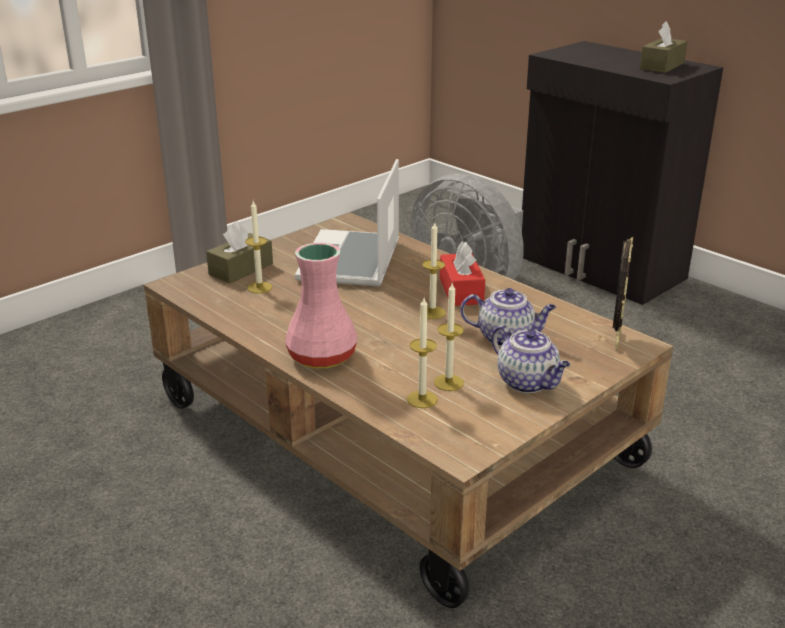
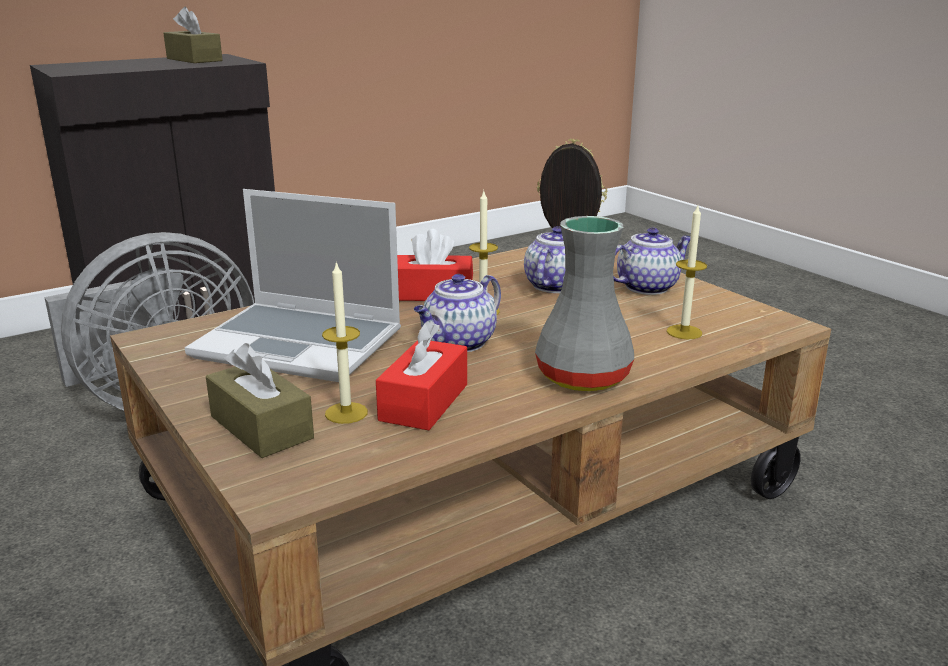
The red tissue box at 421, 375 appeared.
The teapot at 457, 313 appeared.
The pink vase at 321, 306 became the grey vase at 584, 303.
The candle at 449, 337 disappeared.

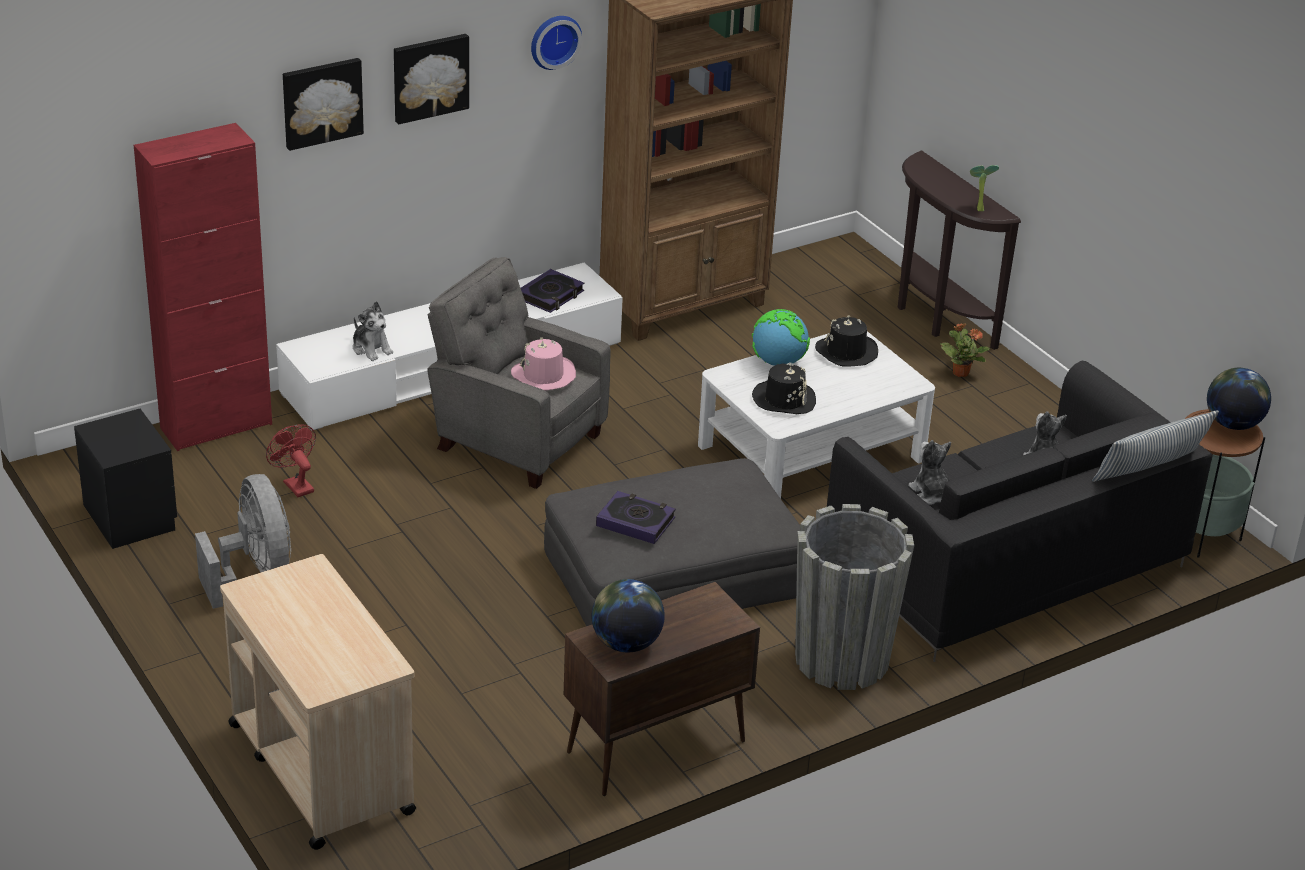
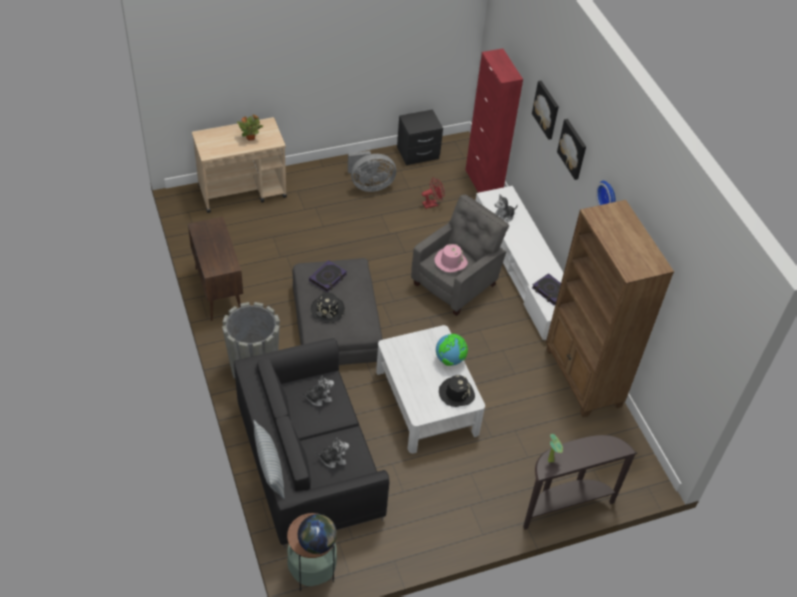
The potted plant moved from 965, 350 to 250, 127.
The black hat moved from 784, 388 to 328, 308.
The globe at 628, 615 disappeared.

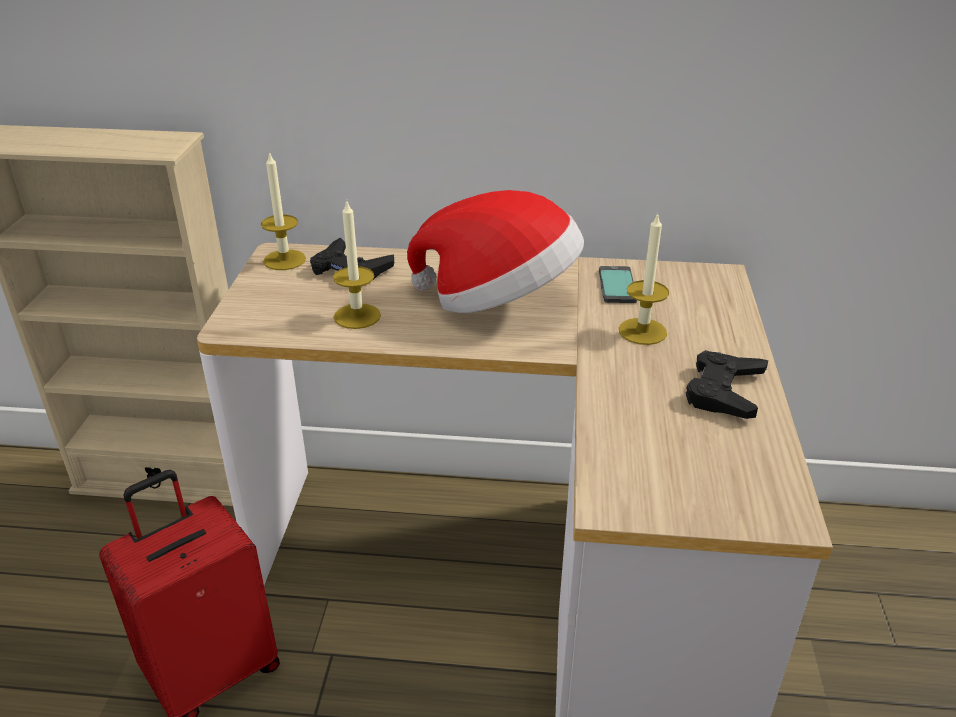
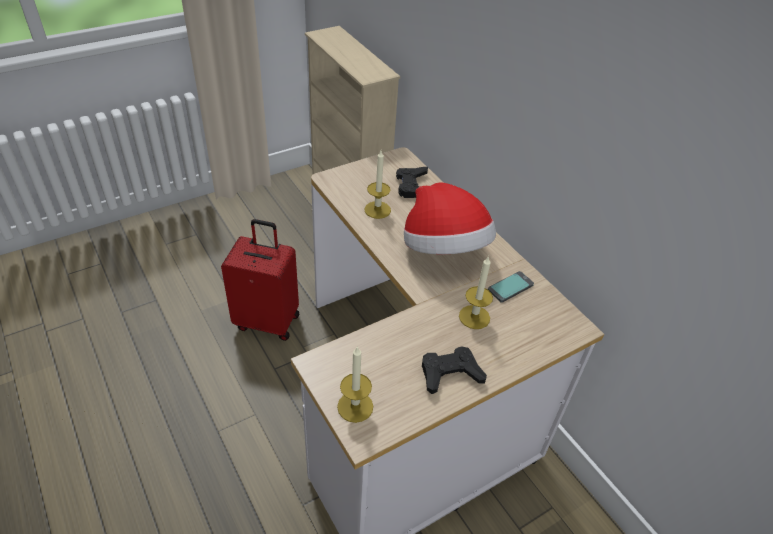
The candle moved from 283, 210 to 355, 384.

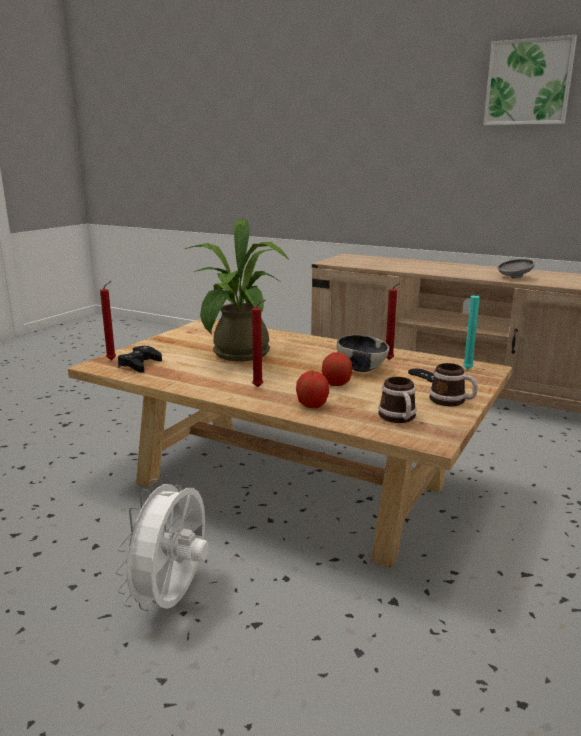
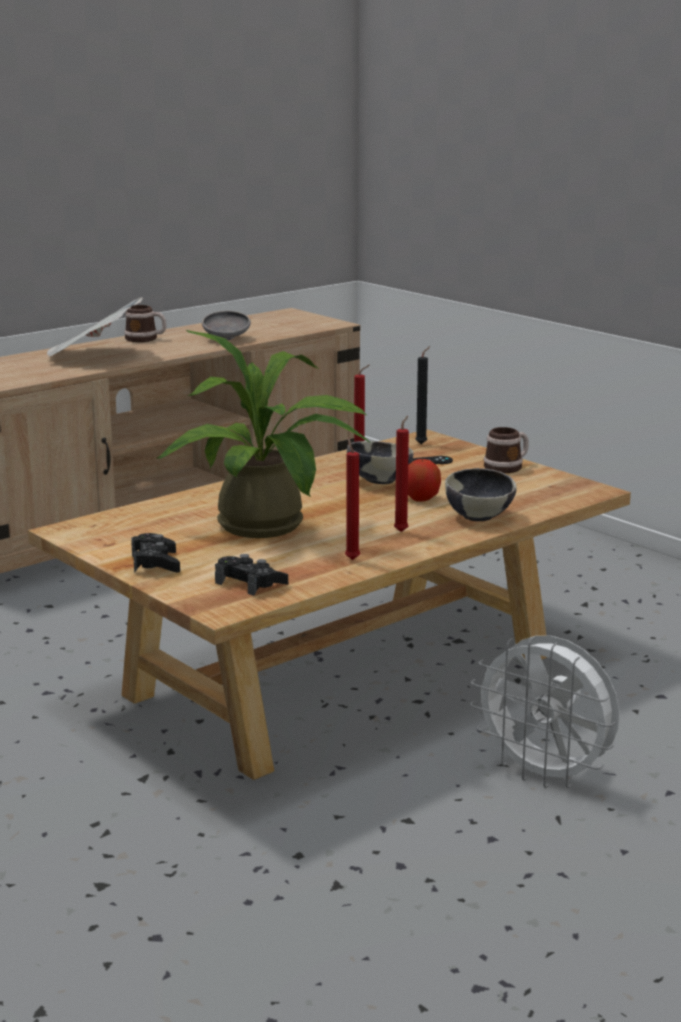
The newspaper at 94, 327 appeared.
The mug moved from 397, 400 to 145, 323.
The black game controller at 155, 553 appeared.
The red candle moved from 108, 320 to 352, 499.
The turquoise candle at 474, 329 became the black candle at 422, 395.
The apple at 312, 389 was replaced by the bowl at 481, 494.
The picture at 530, 80 disappeared.

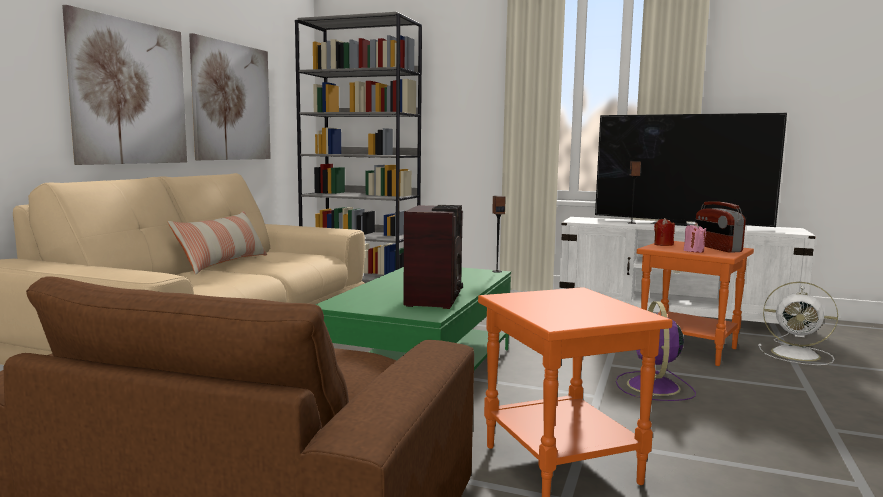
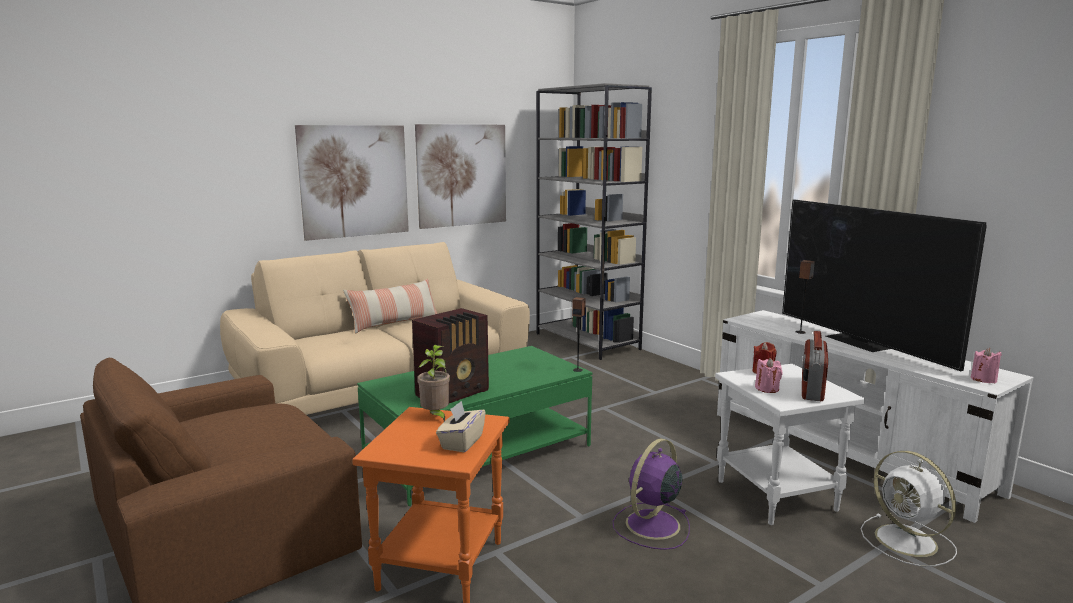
The potted plant at 433, 383 appeared.
The beige tissue box at 461, 426 appeared.
The orange side table at 695, 303 became the white side table at 790, 444.
The pink candle at 986, 365 appeared.

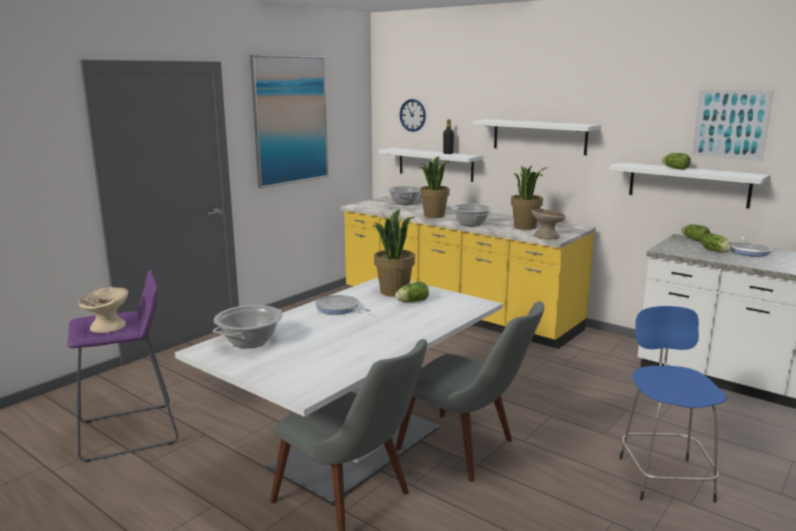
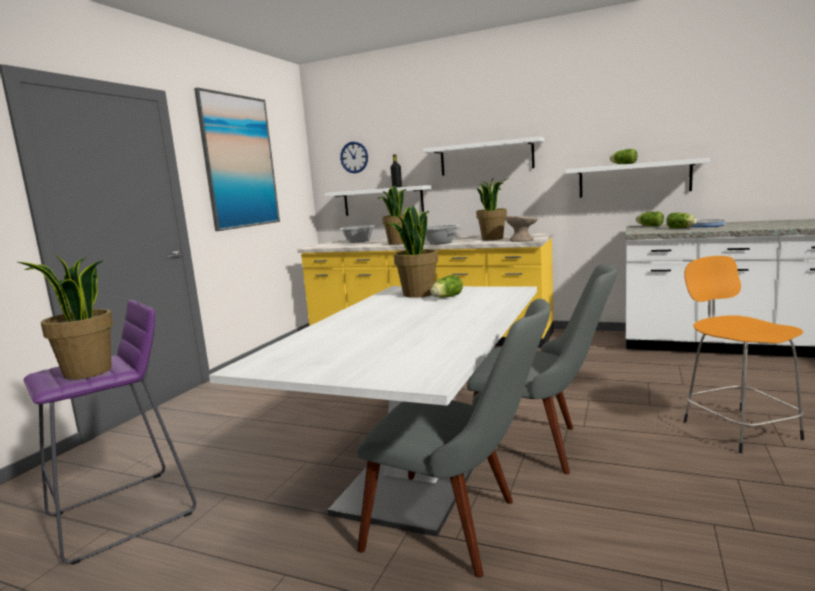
The beige bowl at 103, 309 was replaced by the potted plant at 65, 317.
The blue stool at 673, 404 became the orange stool at 744, 354.
The cooking pot at 248, 326 disappeared.
The frying pan at 342, 304 disappeared.
The picture at 732, 125 disappeared.

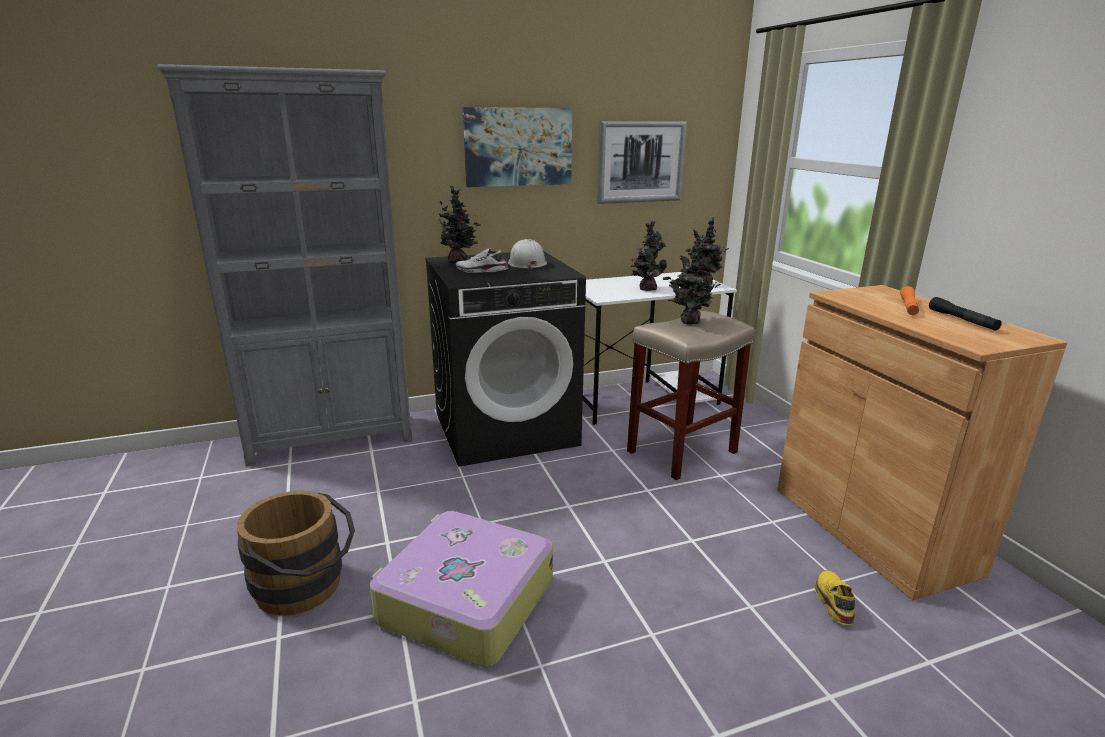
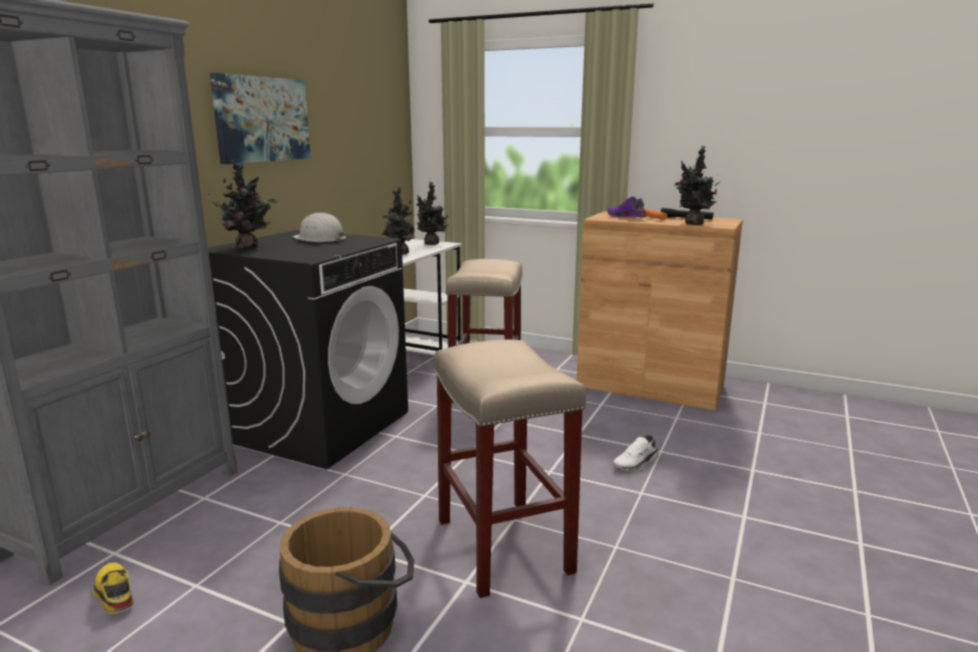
The yellow shoe moved from 835, 597 to 113, 588.
The suitcase at 461, 589 was replaced by the beige stool at 510, 468.
The purple shoe at 627, 207 appeared.
The white shoe moved from 482, 260 to 636, 453.
The potted plant moved from 693, 283 to 697, 185.
The picture at 642, 162 disappeared.

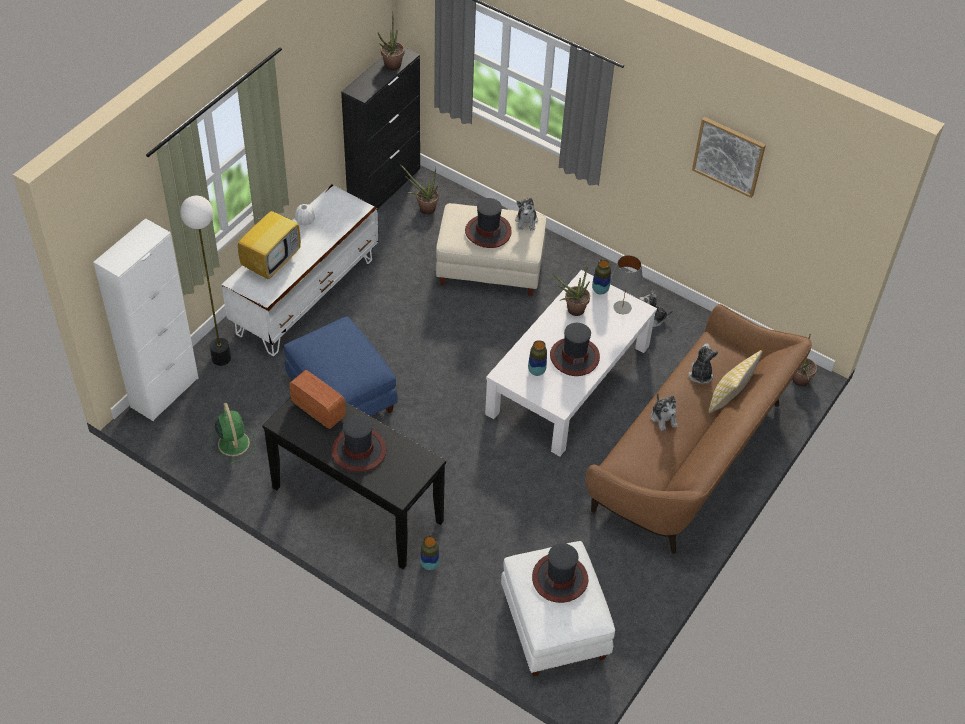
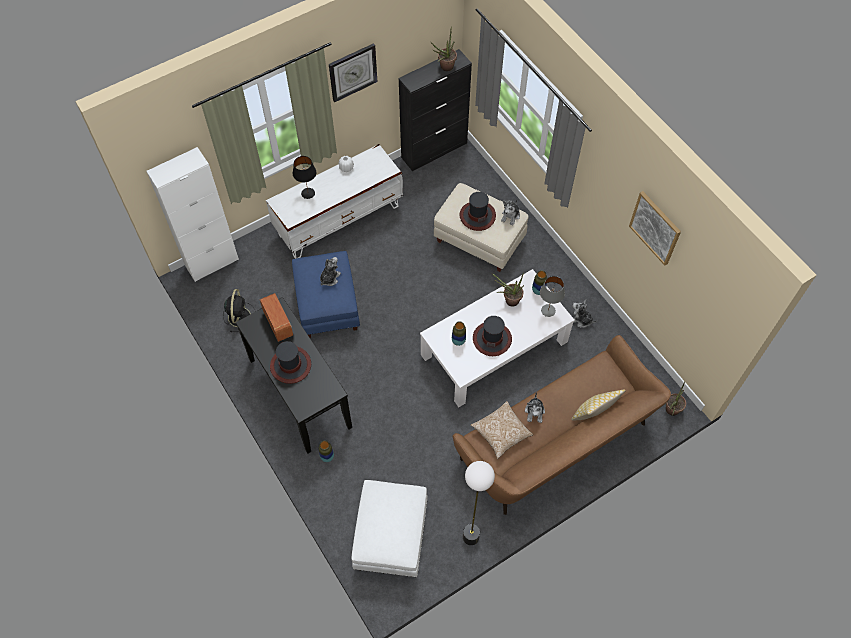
The green fan at 232, 433 became the black fan at 238, 310.
The television at 269, 239 was replaced by the black table lamp at 304, 177.
The plush toy moved from 703, 363 to 330, 271.
The wall clock at 353, 72 appeared.
The floor lamp moved from 205, 281 to 479, 503.
The pillow at 502, 430 appeared.
The potted plant at 420, 190 disappeared.
The hat at 560, 573 disappeared.

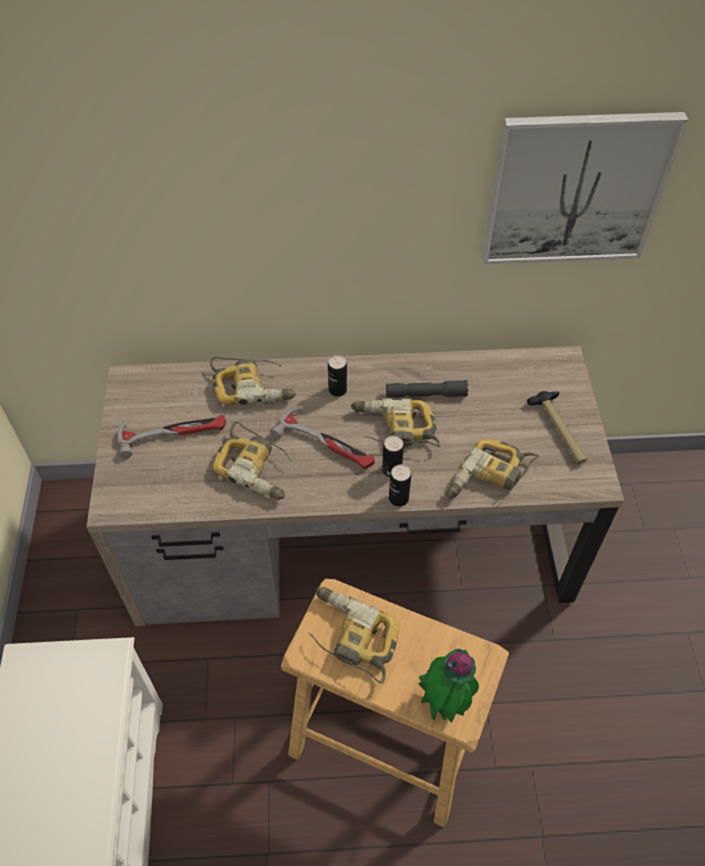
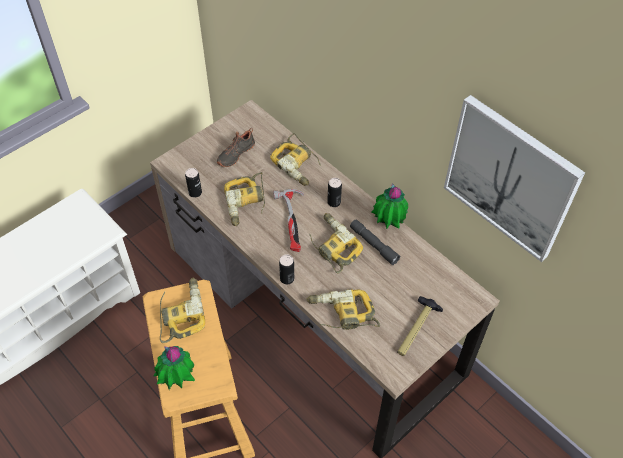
The can moved from 393, 456 to 193, 182.
The hammer at 171, 436 was replaced by the black shoe at 236, 147.
The potted plant at 389, 206 appeared.

